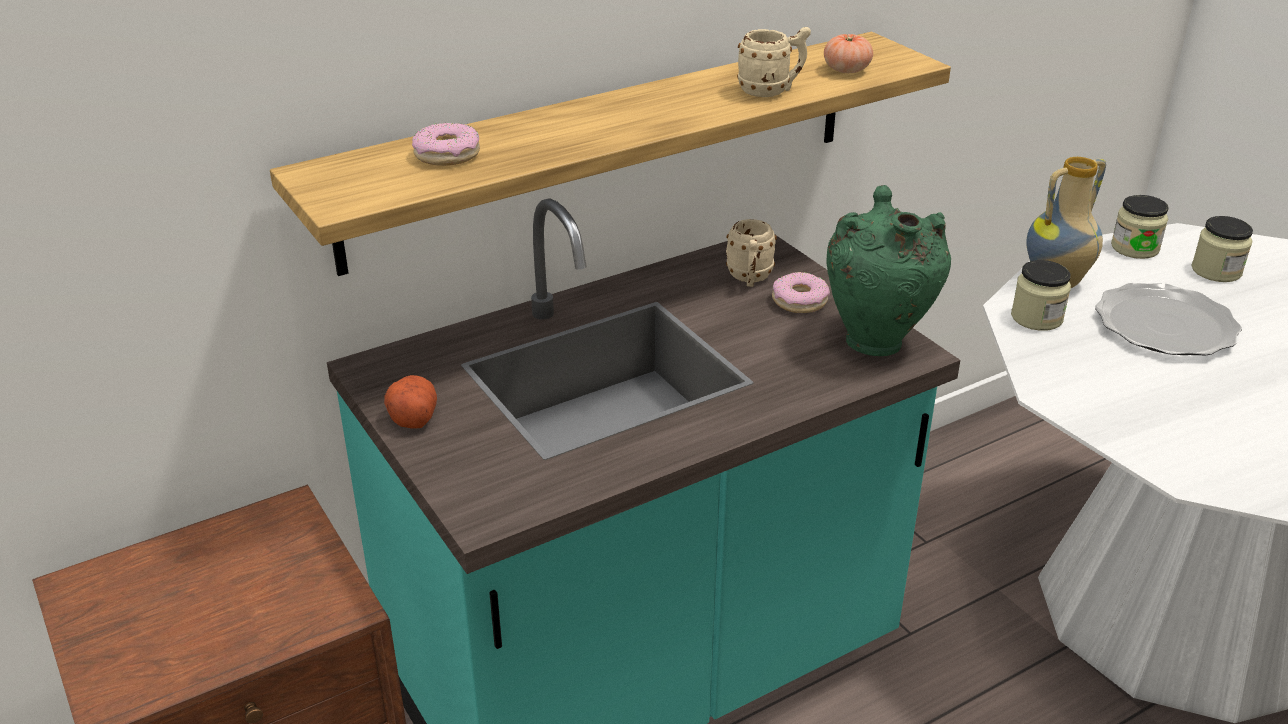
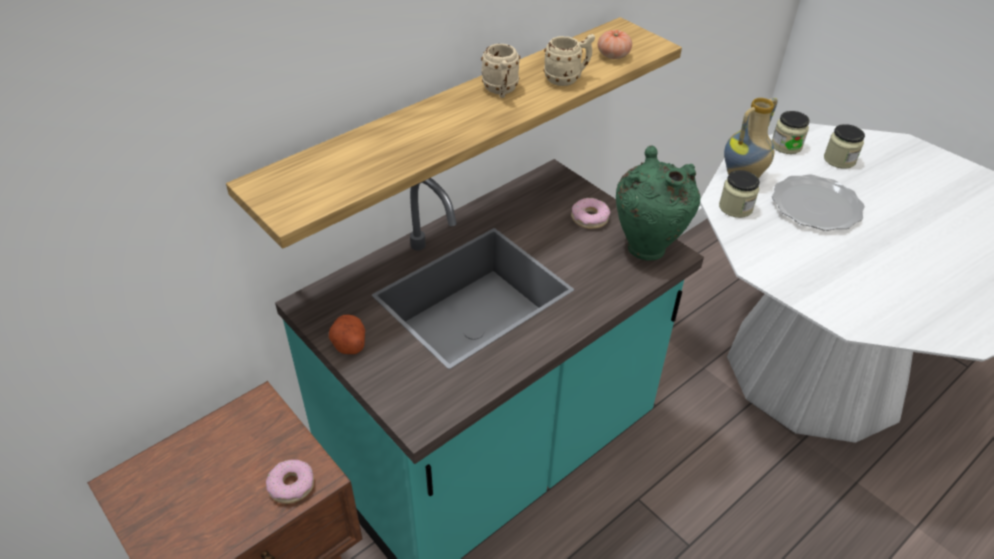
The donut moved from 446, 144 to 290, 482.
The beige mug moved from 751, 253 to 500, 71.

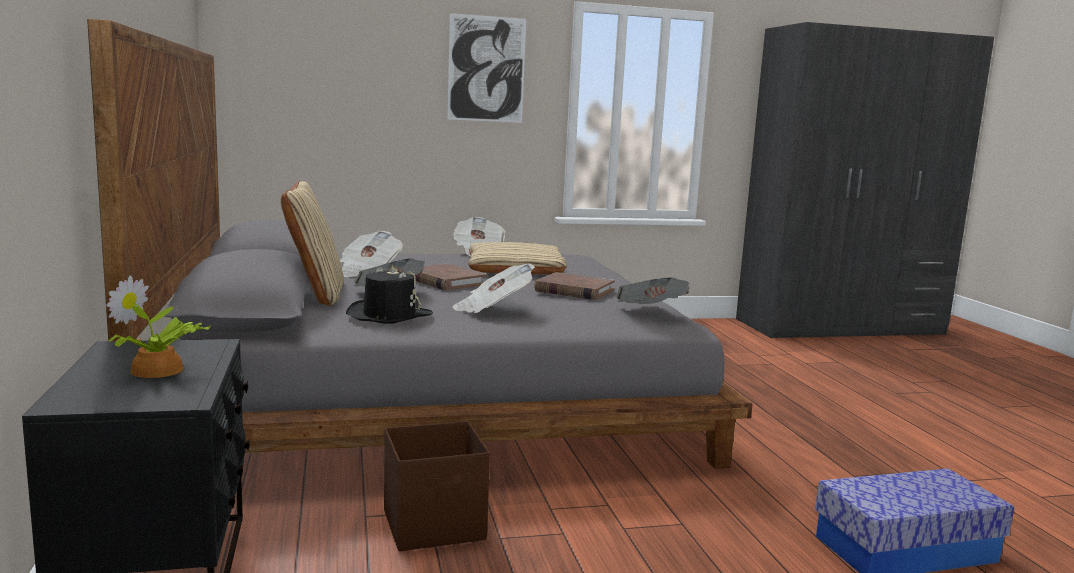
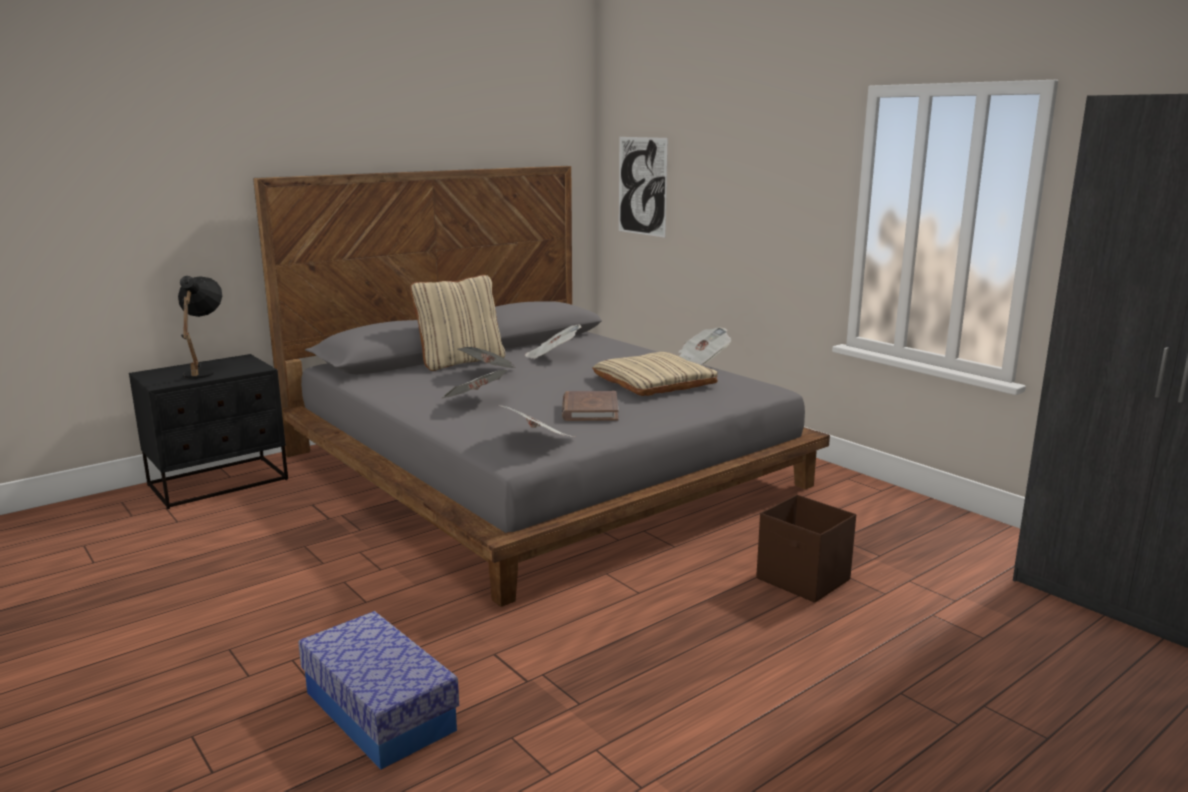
The potted plant at 158, 326 was replaced by the black table lamp at 200, 327.
The picture moved from 486, 68 to 643, 187.
The brown storage box moved from 437, 486 to 806, 549.
The black hat at 389, 294 disappeared.
The brown book at 451, 277 disappeared.

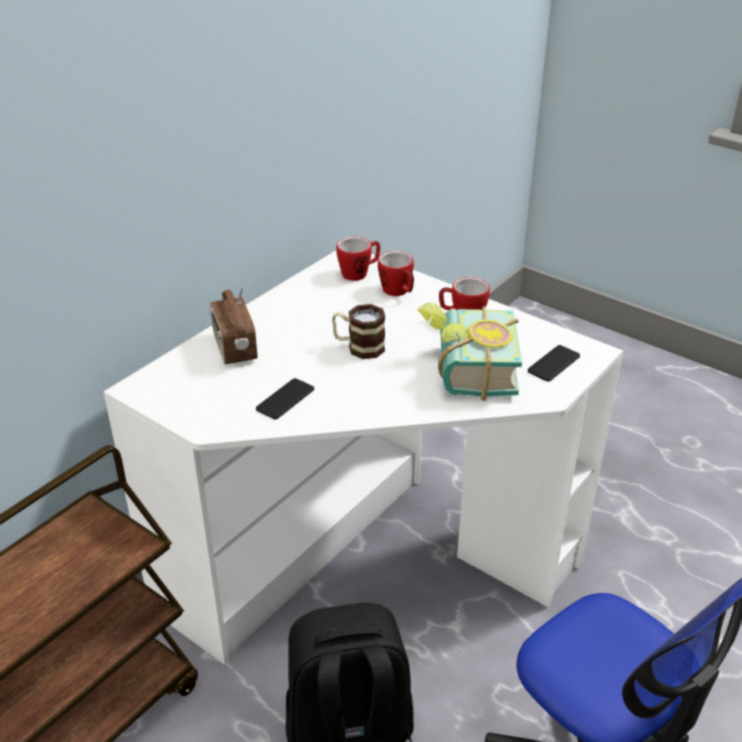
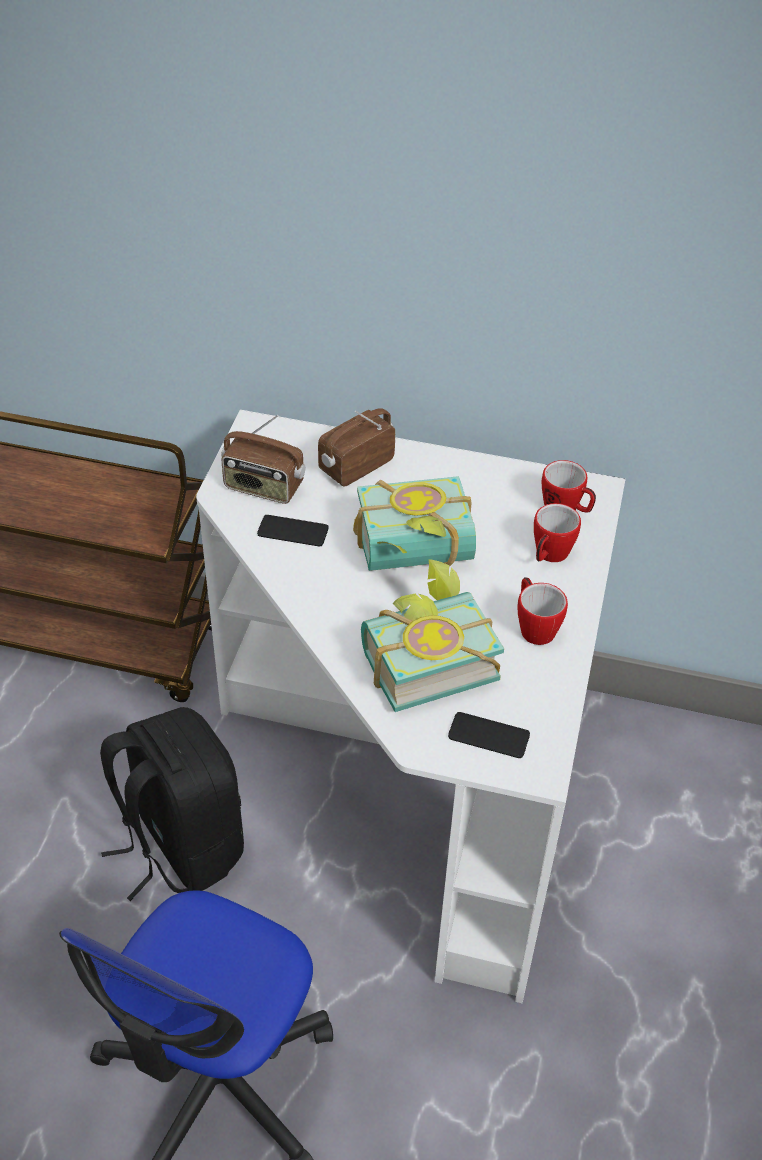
The radio at 263, 459 appeared.
The mug at 358, 331 was replaced by the book at 414, 523.

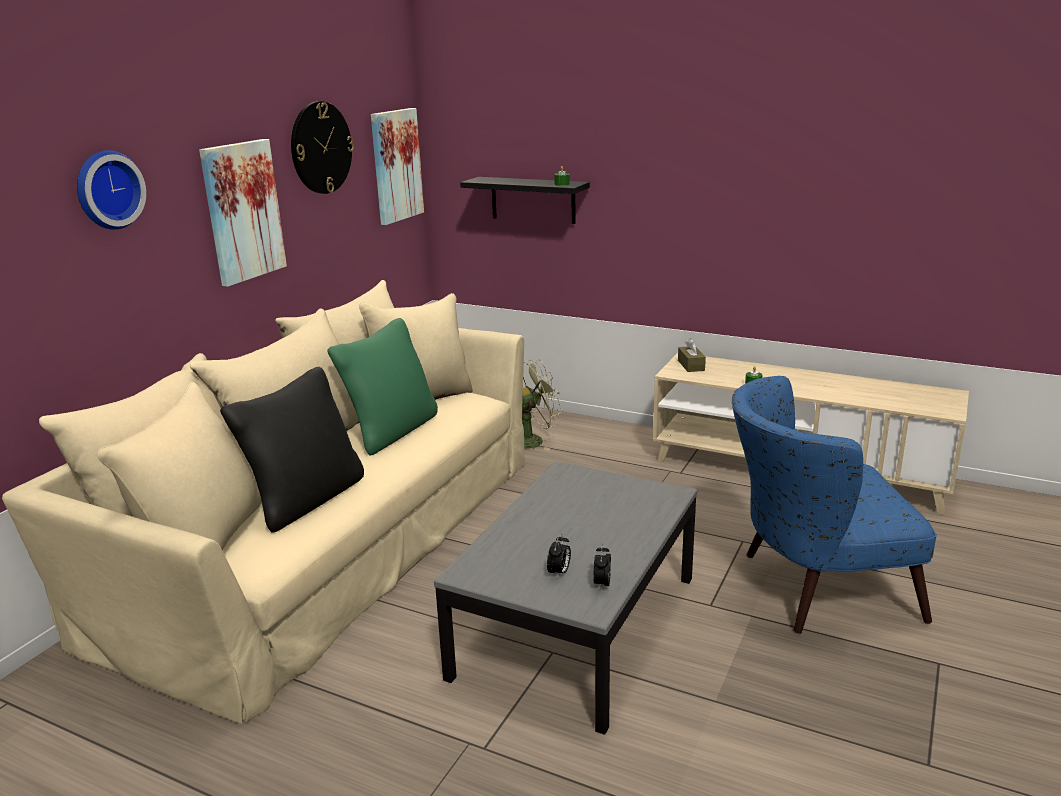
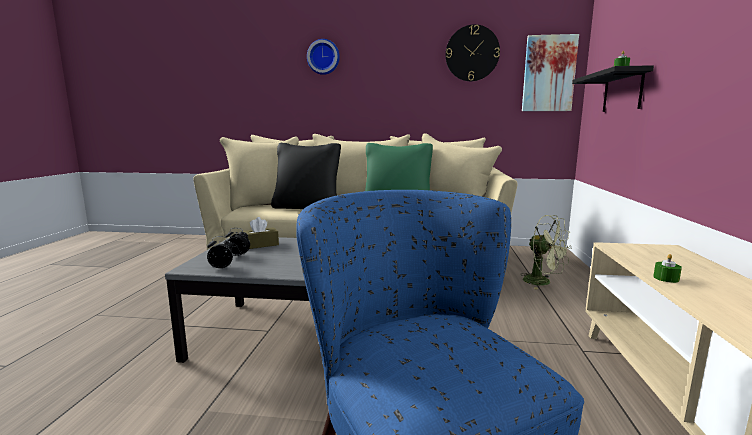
The brown tissue box moved from 692, 355 to 260, 233.
The picture at 243, 213 disappeared.

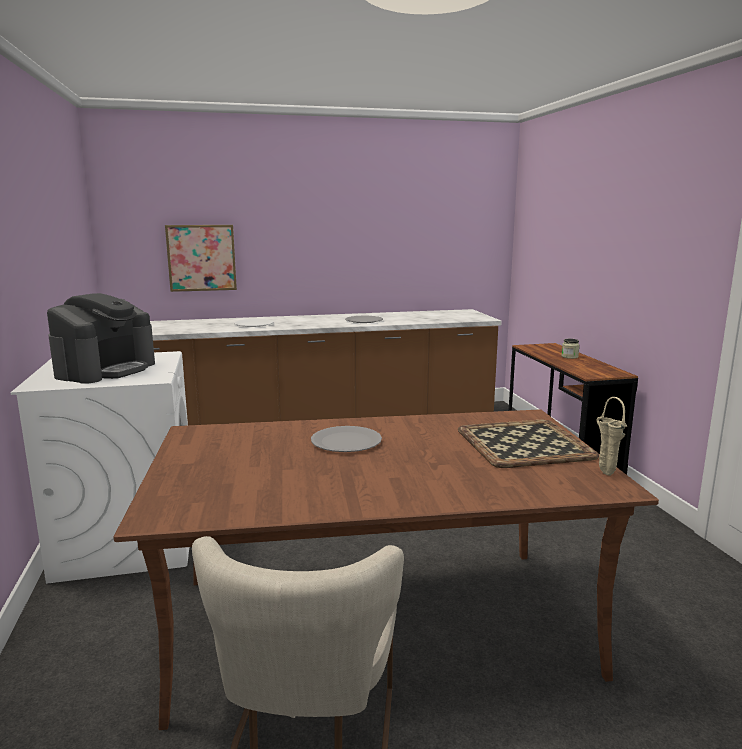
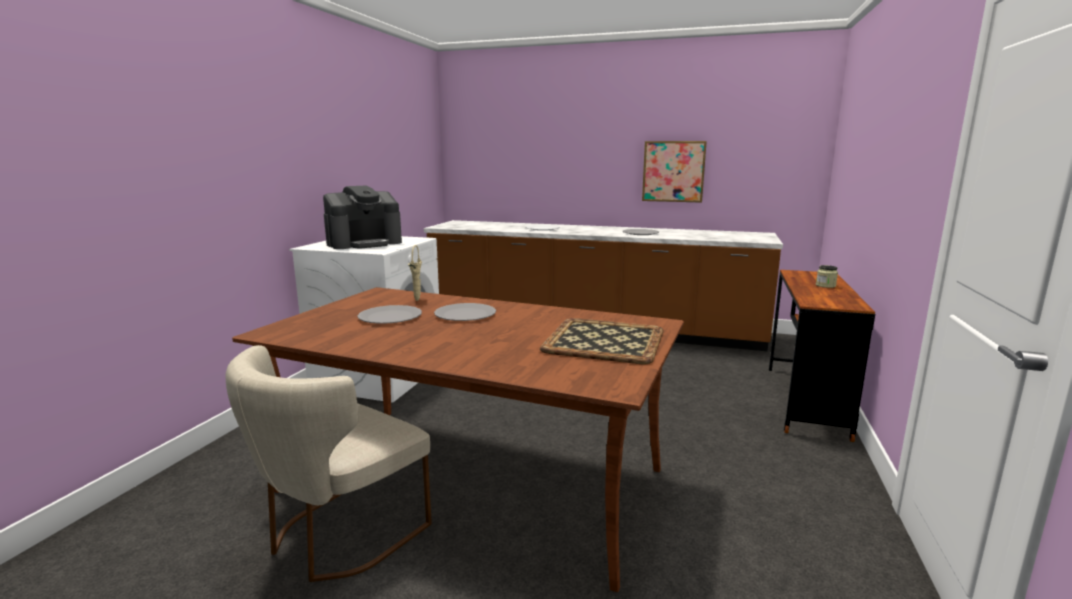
The grey plate at 390, 314 appeared.
The beige vase moved from 612, 436 to 415, 273.
The picture moved from 201, 258 to 674, 172.

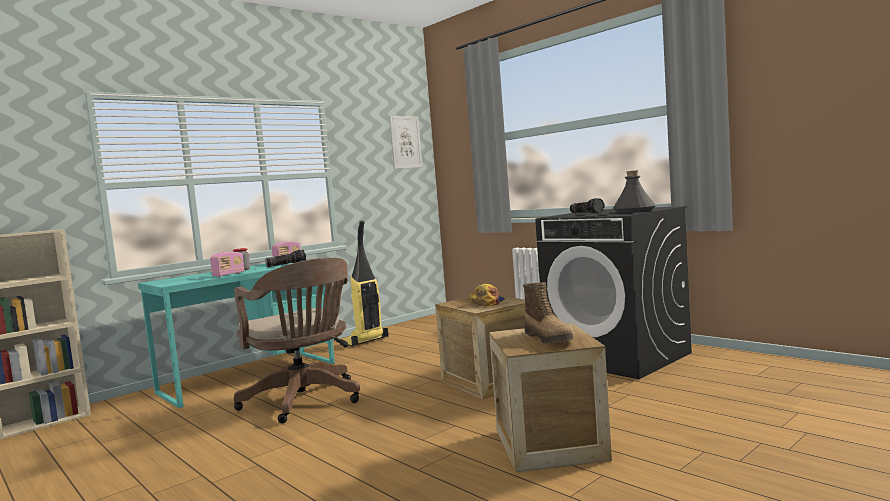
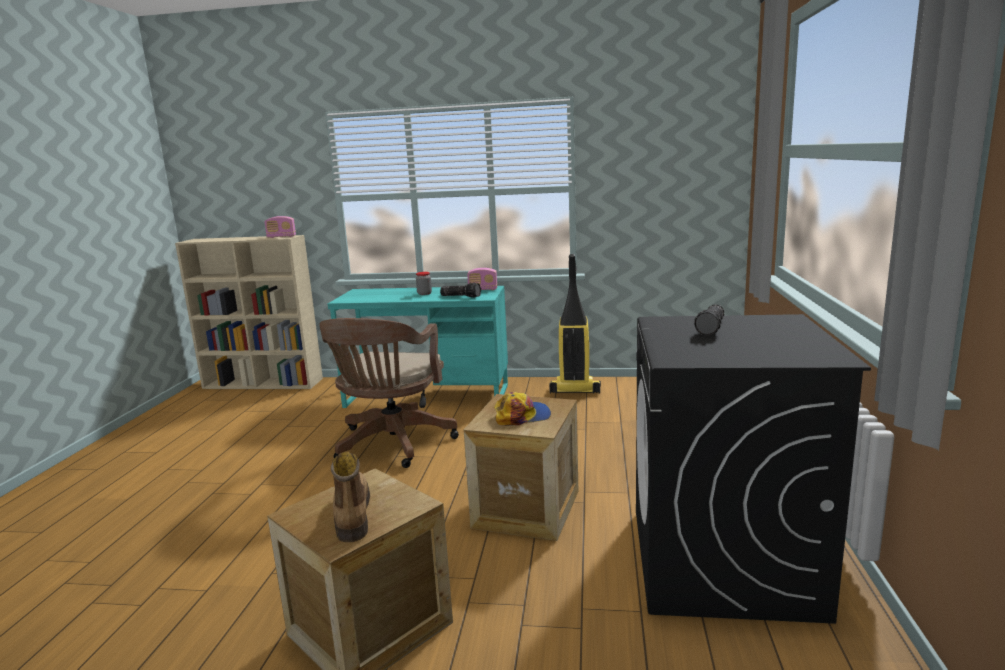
The radio moved from 227, 264 to 280, 227.
The boot at 548, 313 turned 135 degrees clockwise.
The picture at 405, 142 disappeared.
The grey bottle at 634, 191 disappeared.

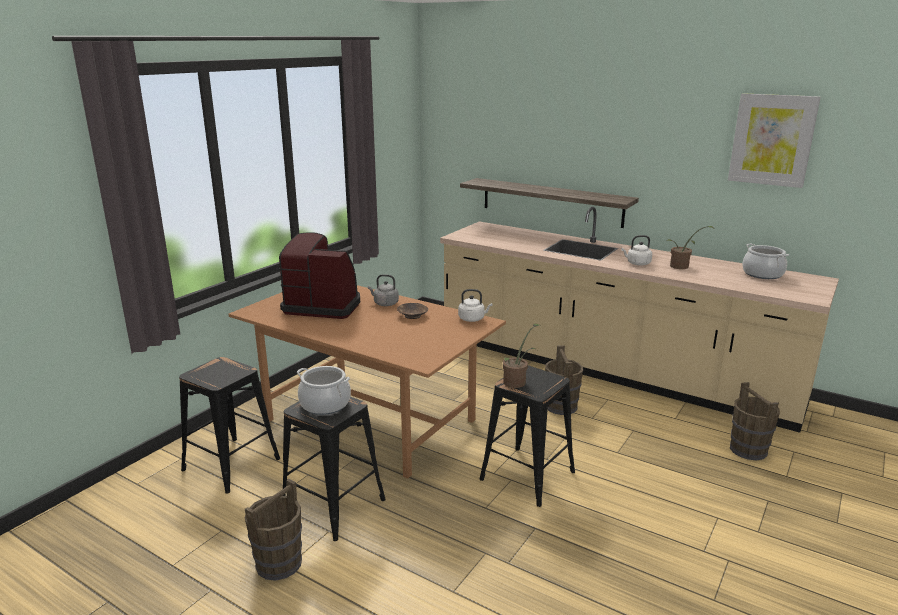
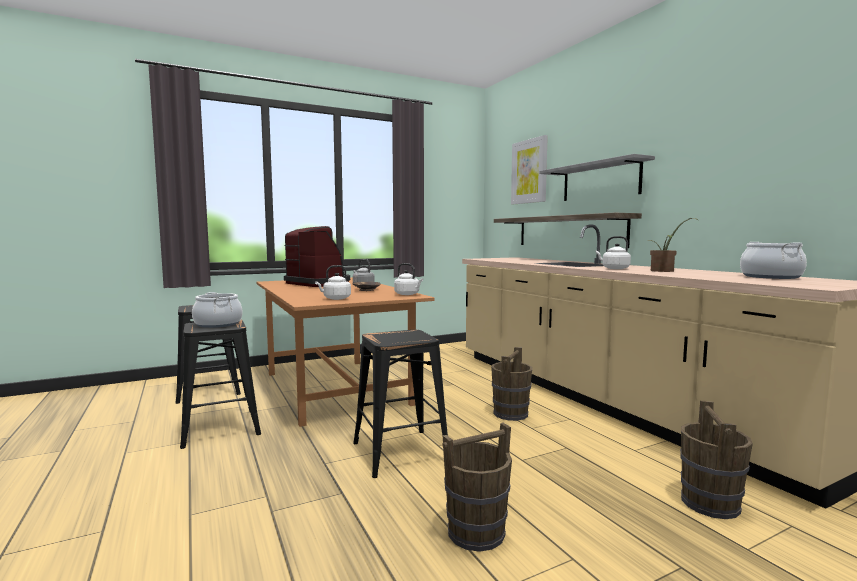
The white kettle at 333, 282 appeared.
The brown bucket moved from 273, 530 to 477, 487.
The picture moved from 774, 140 to 529, 169.
The grey shelf at 597, 177 appeared.
The potted plant at 522, 355 disappeared.

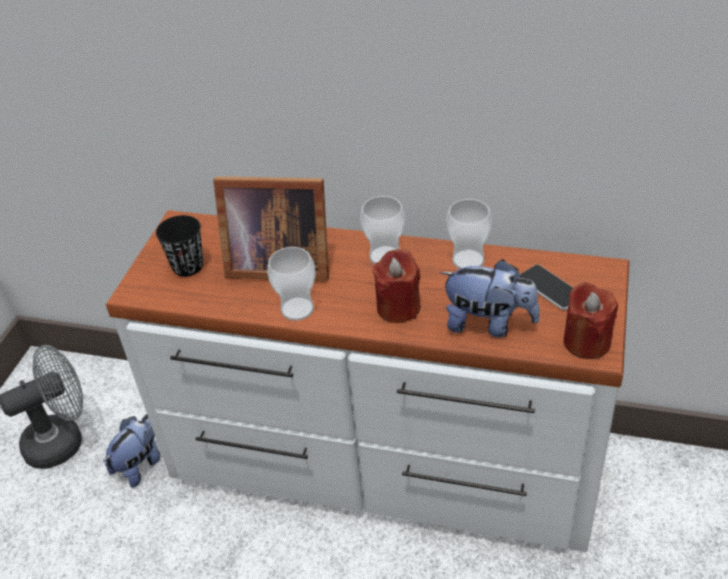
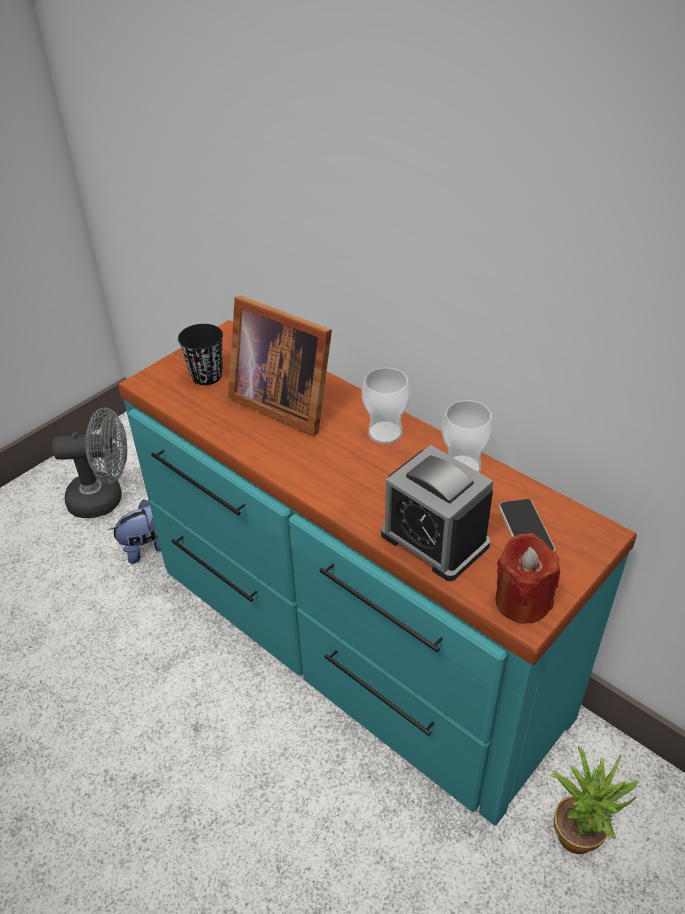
The white dresser at 367, 381 became the turquoise dresser at 377, 573.
The plush toy at 490, 298 was replaced by the alarm clock at 437, 513.
The potted plant at 595, 799 appeared.
The cup at 291, 284 disappeared.
The red candle at 397, 286 disappeared.

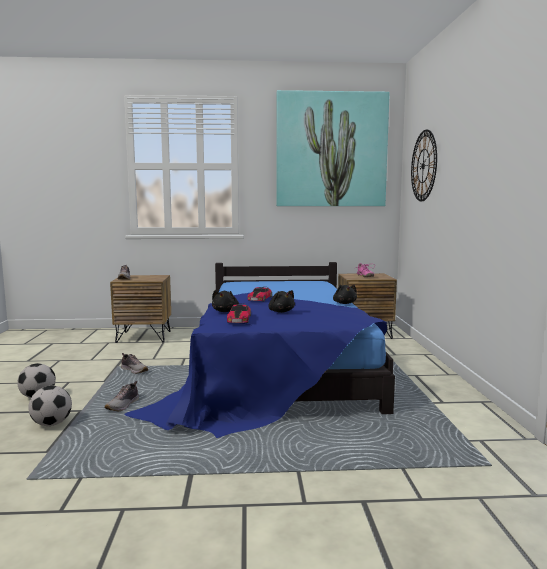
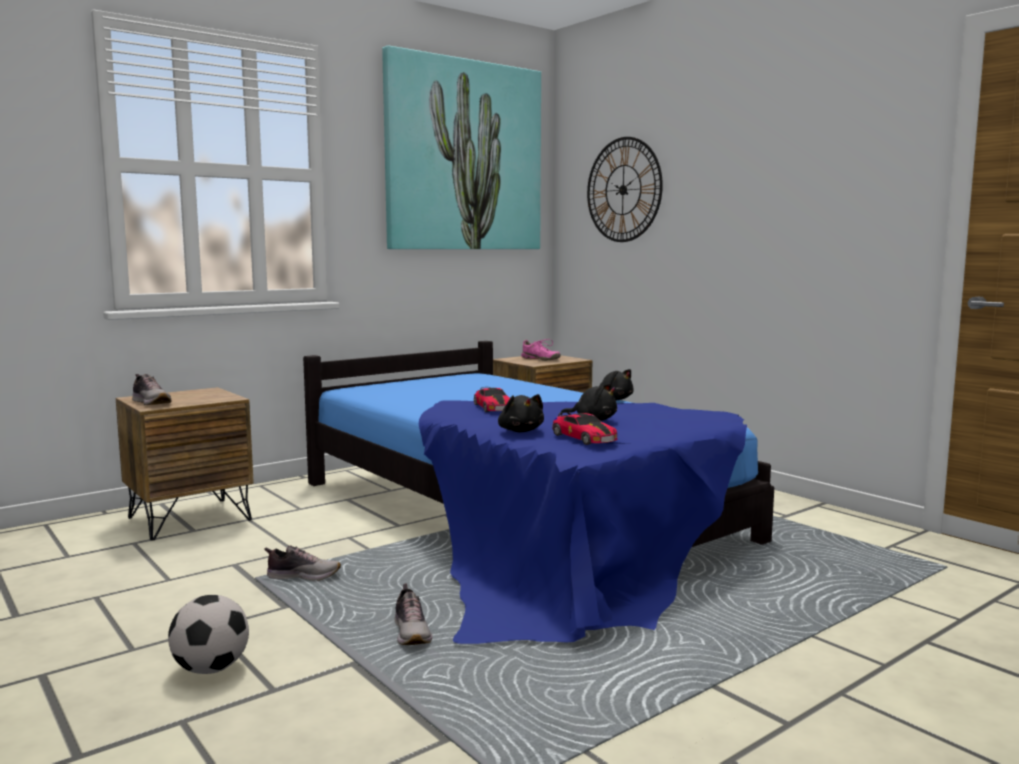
The football at 50, 406 disappeared.

